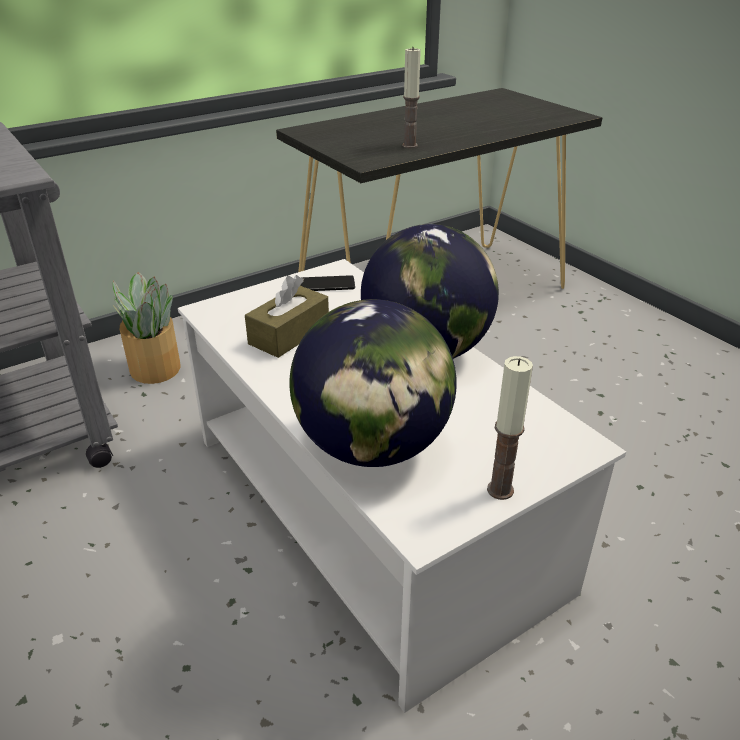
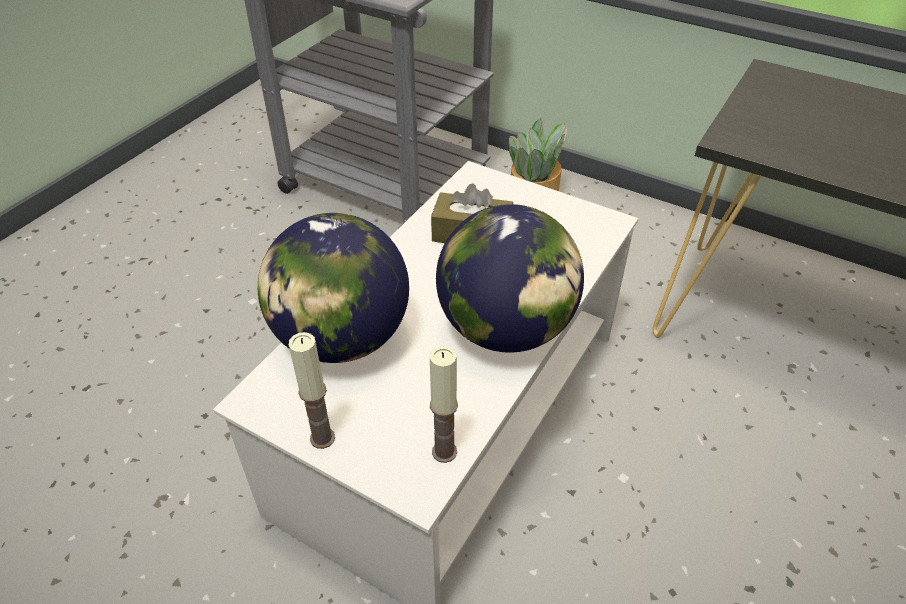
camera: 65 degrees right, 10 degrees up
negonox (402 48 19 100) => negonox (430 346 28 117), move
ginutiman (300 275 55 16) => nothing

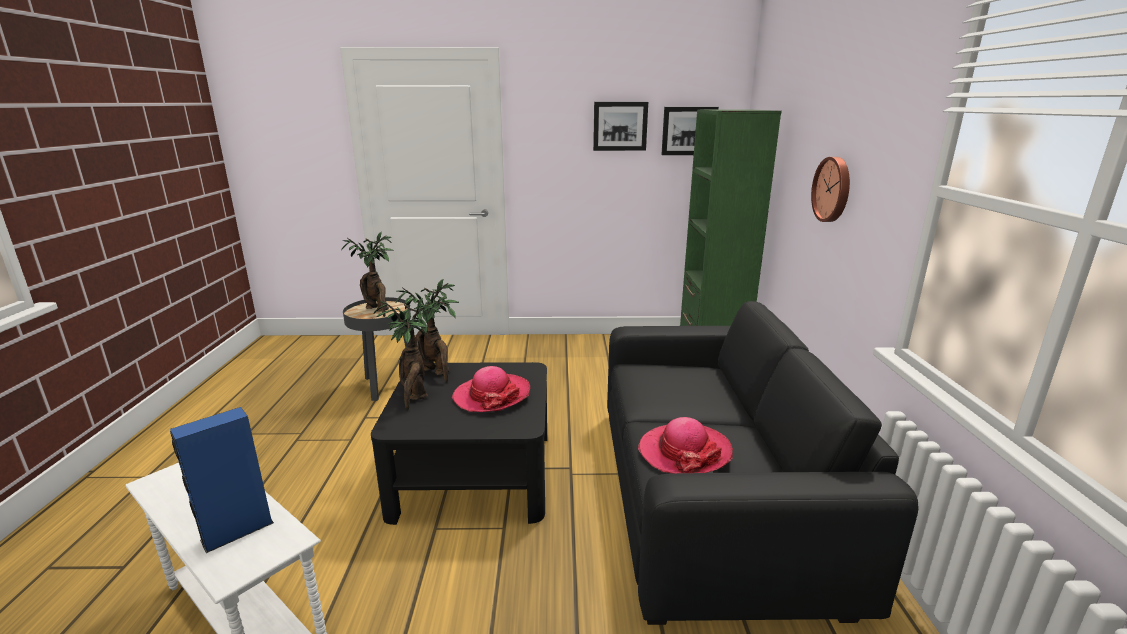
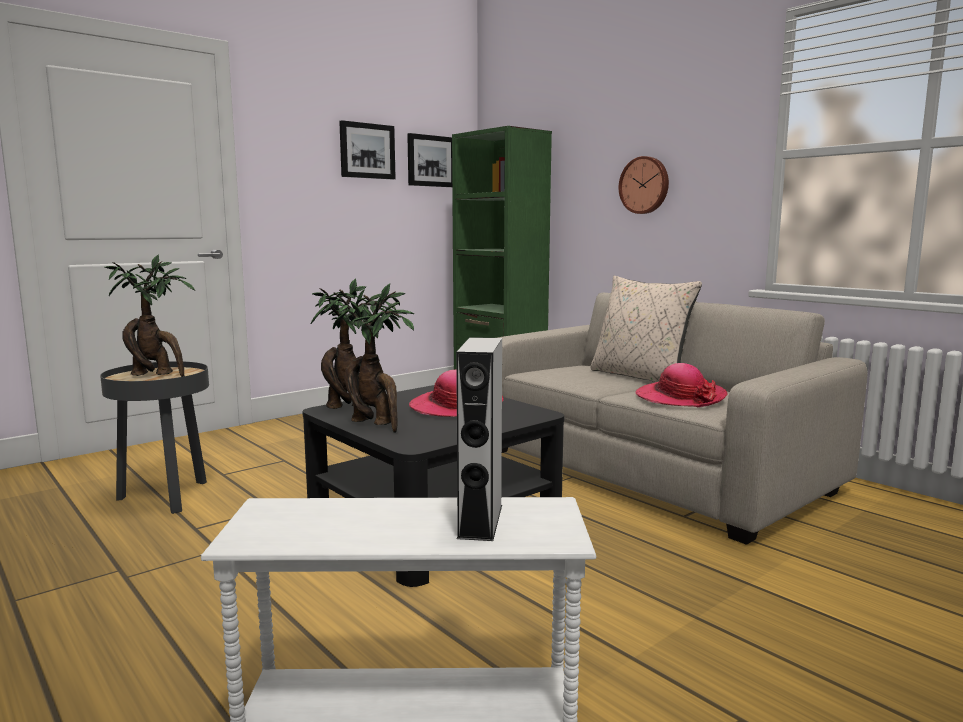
camera: 40 degrees left, 10 degrees down
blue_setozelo (170 407 104 146) => grey_setozelo (456 337 46 204)
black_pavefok (607 301 311 324) => beige_pavefok (497 293 371 252)
nothing => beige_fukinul (590 276 112 106)

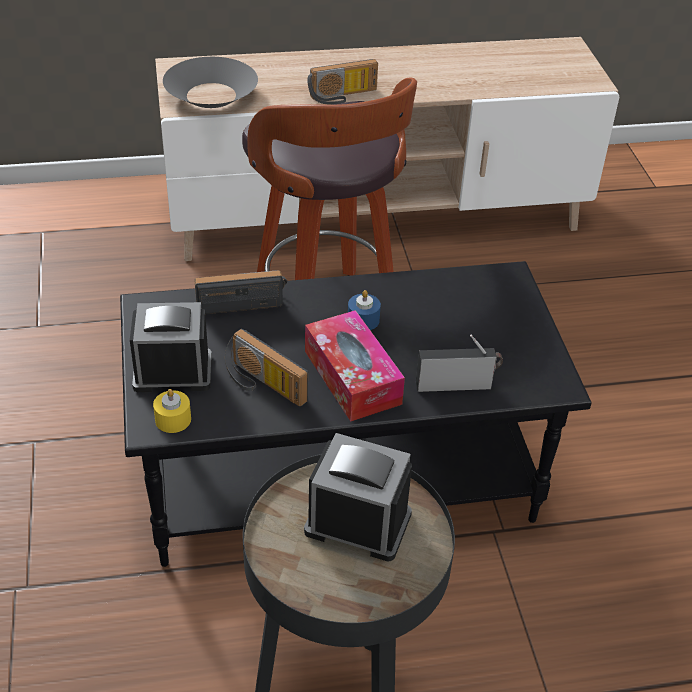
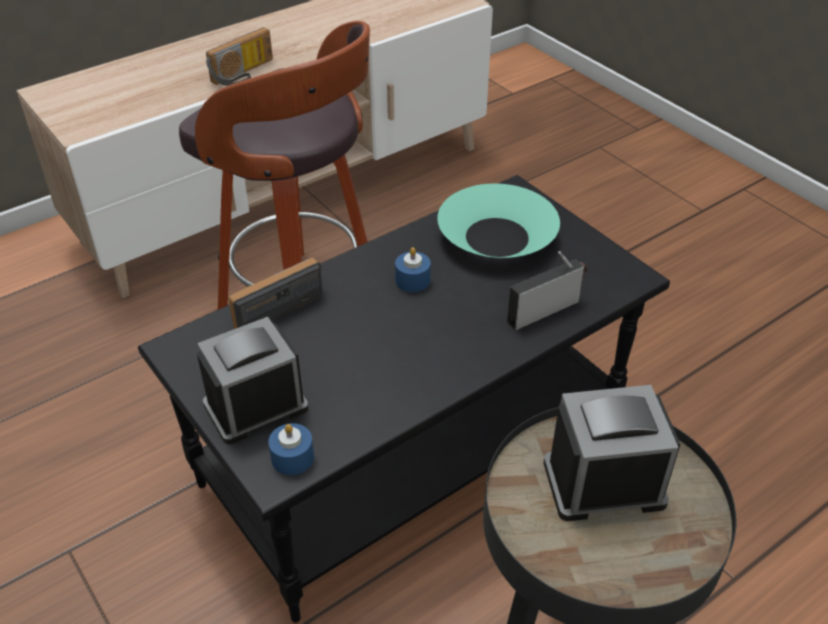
camera: 25 degrees left, 0 degrees up
yellow_negonox (153 389 38 44) => blue_negonox (268 423 46 52)
nothing => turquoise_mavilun (437 184 123 74)
grey_mavilun (163 57 95 51) => nothing
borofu (225 329 83 77) => nothing
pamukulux (305 310 100 112) => nothing

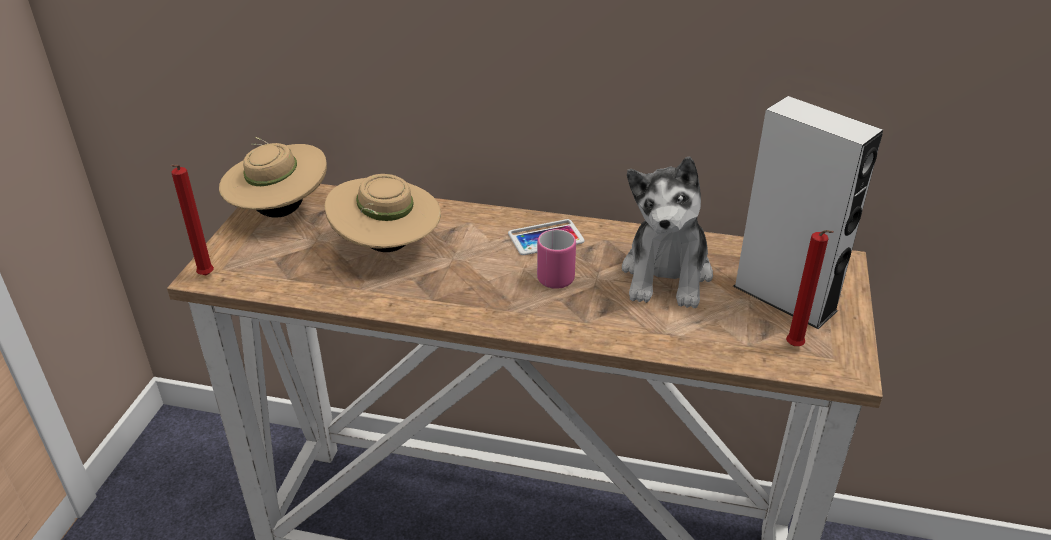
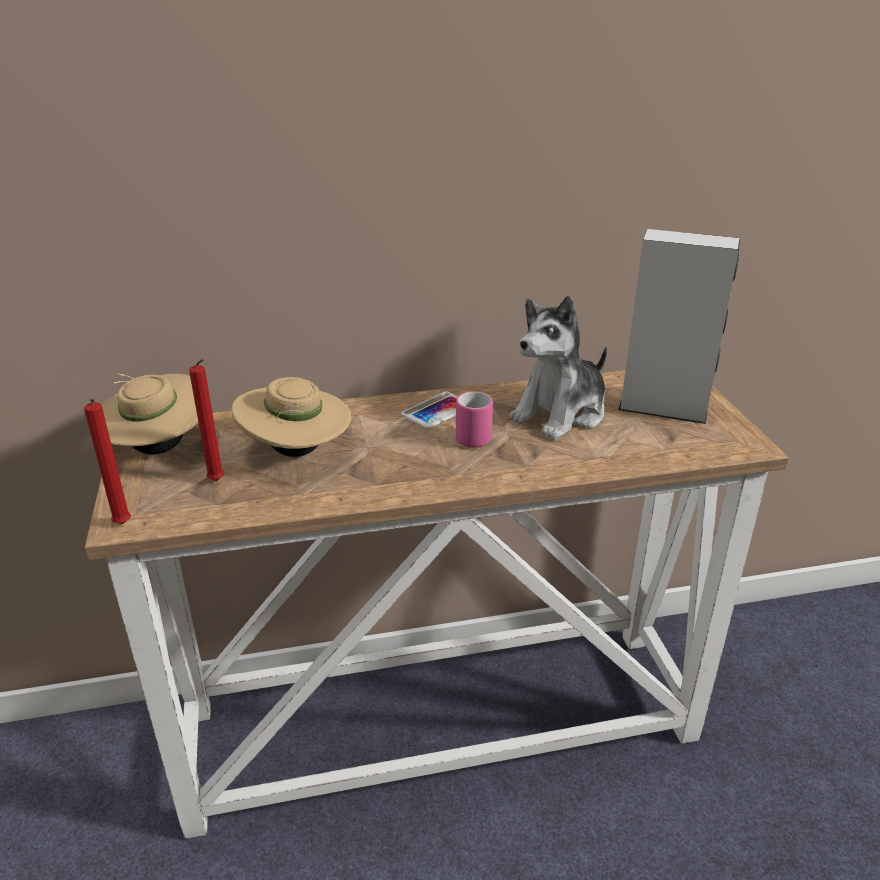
camera: 25 degrees left, 5 degrees down
red_negonox (786 230 48 116) => red_negonox (189 359 35 122), move
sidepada (622 157 91 151) => sidepada (509 296 98 144), 60 degrees clockwise

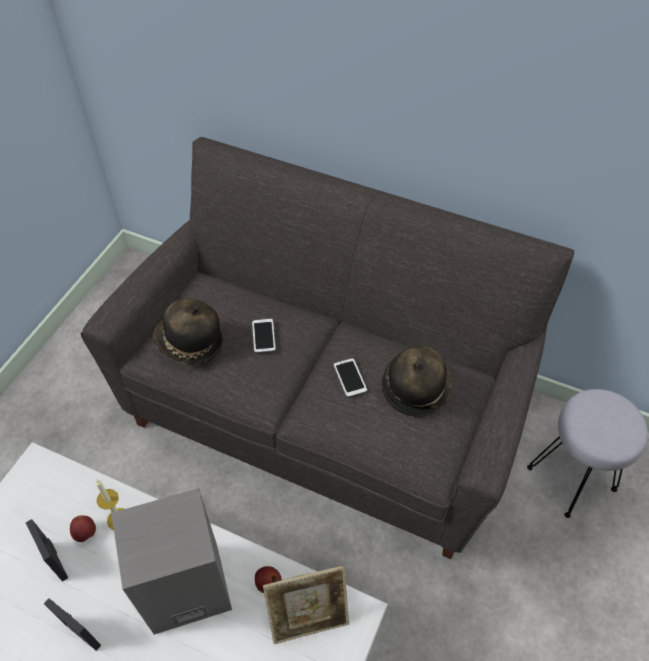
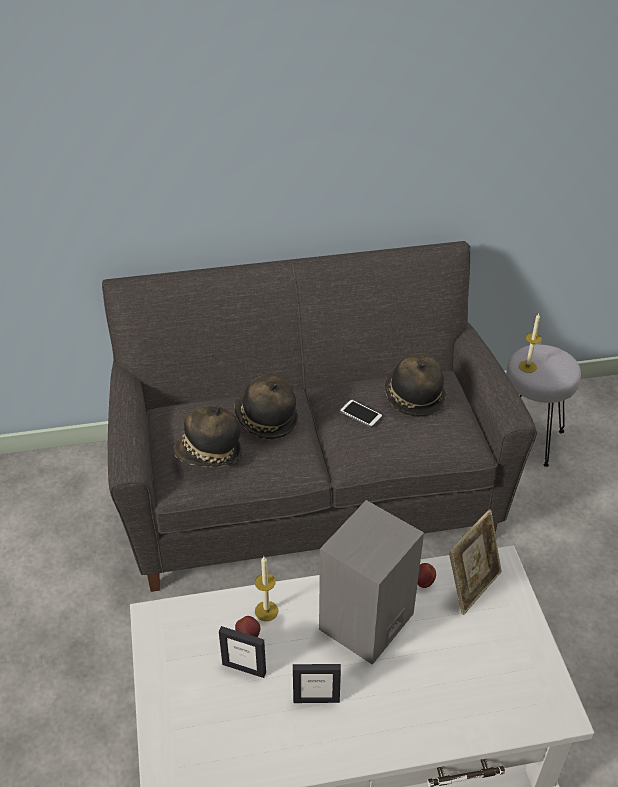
camera: 35 degrees left, 10 degrees down
ginutiman (252 318 24 36) => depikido (234 375 64 64)
nothing => negonox (519 314 23 59)

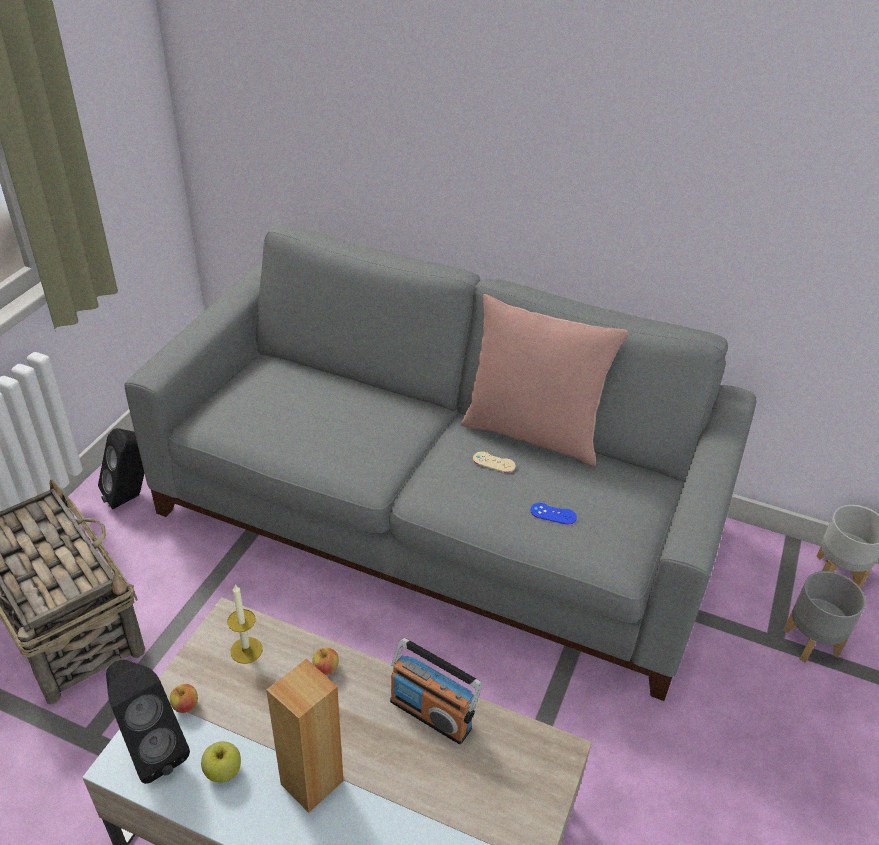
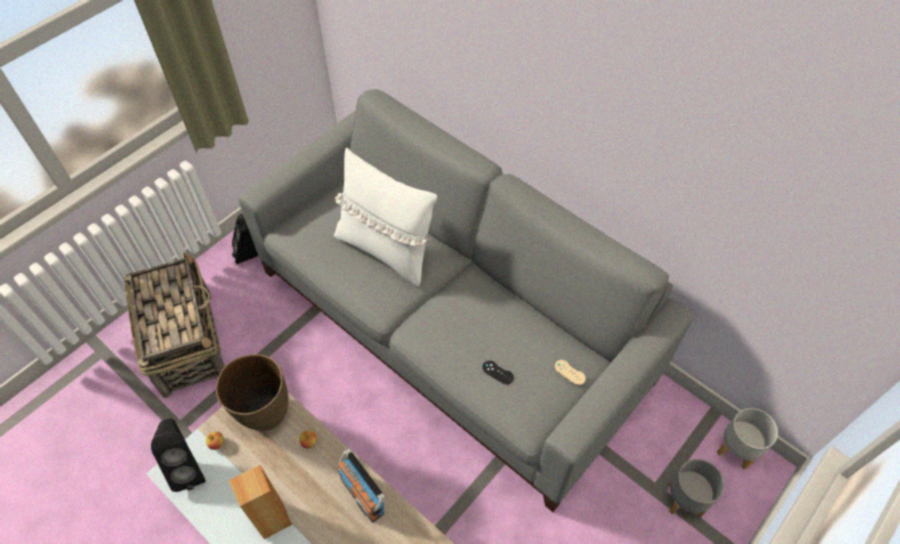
camera: 20 degrees right, 15 degrees up
negonox (227 584 36 80) => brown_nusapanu (216 354 72 77)
nothing => white_fukinul (334 147 103 139)
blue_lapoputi (530 503 47 22) => black_lapoputi (482 361 32 24)
beige_lapoputi (473 452 43 21) => beige_lapoputi (555 360 31 25), move
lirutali (201 741 40 42) => nothing
pink_fukinul (461 294 167 172) => nothing

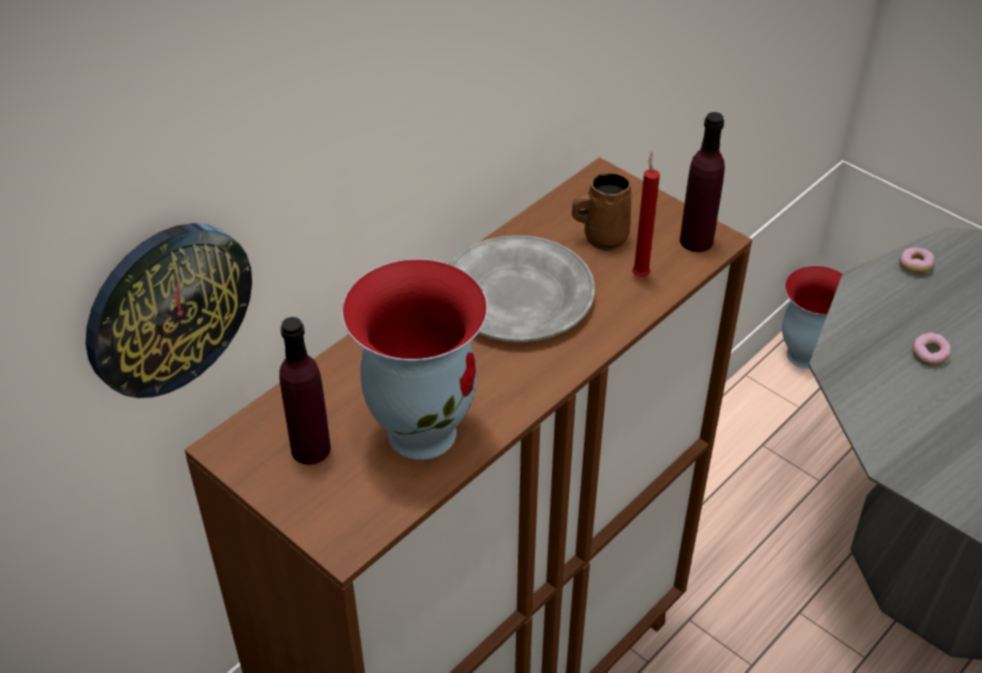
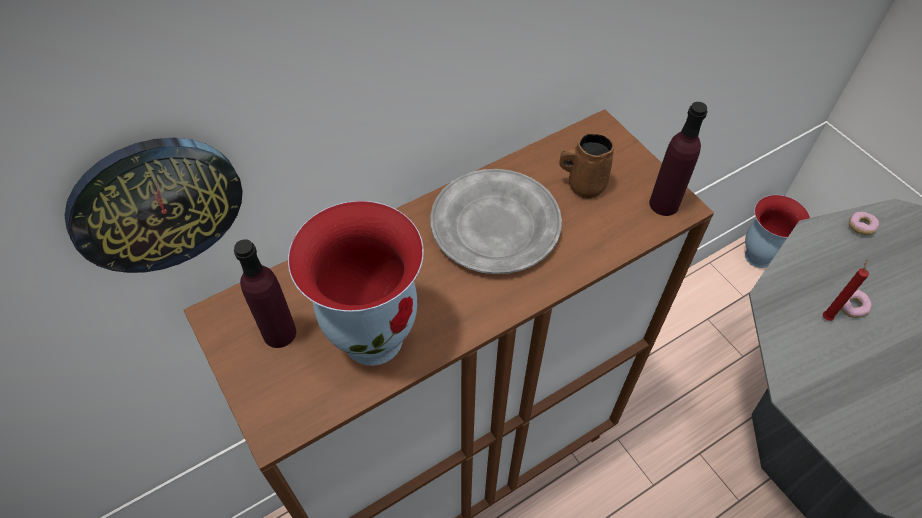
camera: 15 degrees right, 10 degrees up
red_negonox (632 151 28 126) => red_negonox (823 258 46 63), move

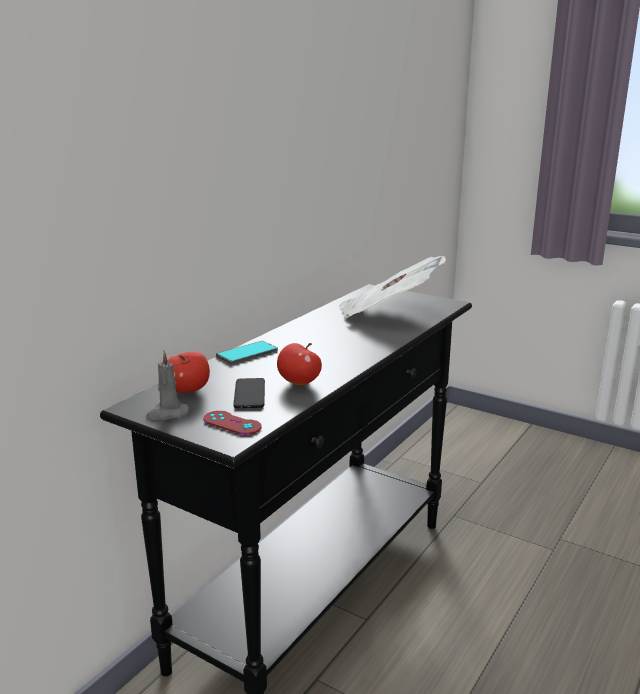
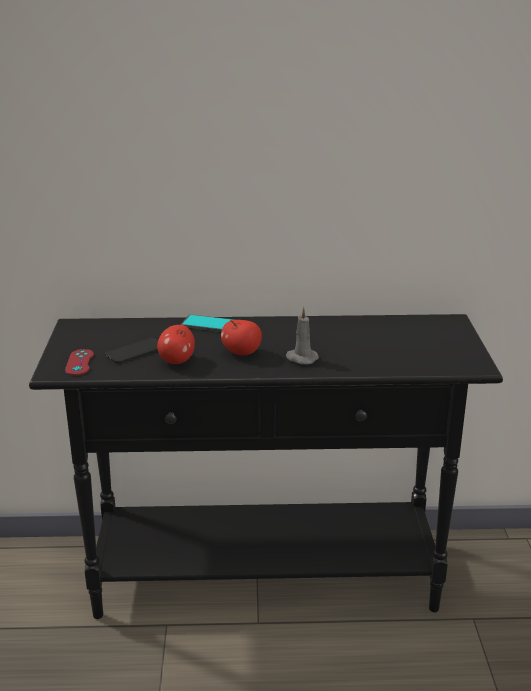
camera: 55 degrees right, 5 degrees up
lirutali (167 351 43 42) => lirutali (221 320 41 36), move
grey_negonox (146 351 43 69) => grey_negonox (286 306 33 58), move
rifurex (339 256 107 62) => nothing

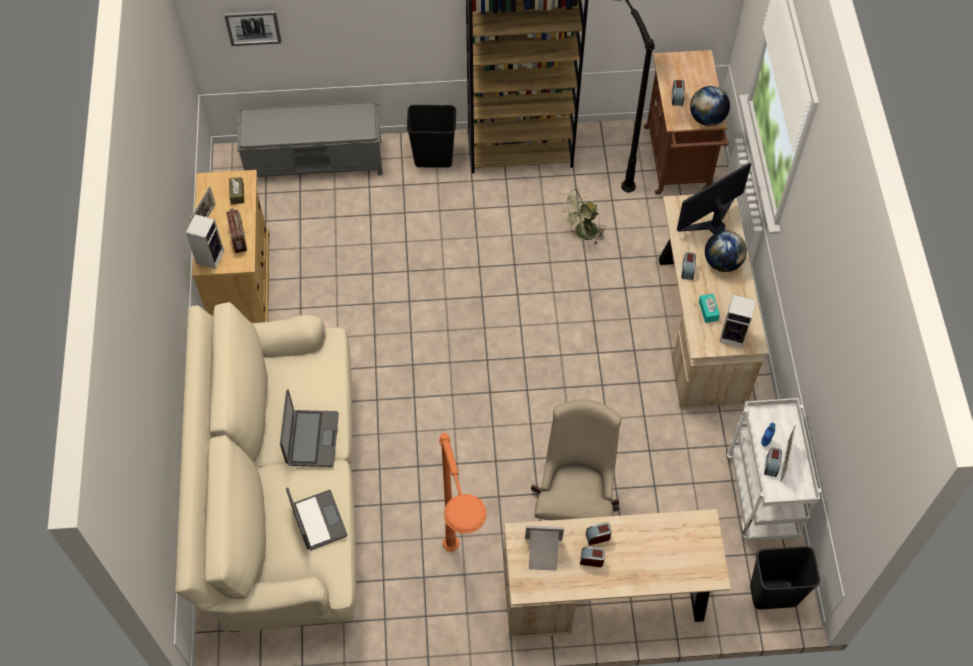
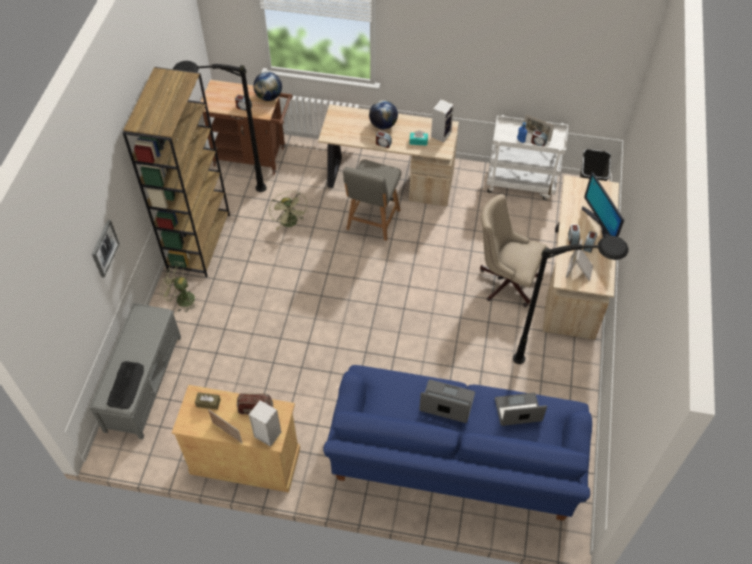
camera: 75 degrees left, 5 degrees down
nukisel (224 10 57 36) => nukisel (92 220 28 58), move
nothing => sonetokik (107 361 37 48)
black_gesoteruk (407 105 49 63) => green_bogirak (160 261 38 51)
beige_pavefok (175 302 181 330) => blue_pavefok (323 365 269 156)
nothing => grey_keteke (343 160 58 81)
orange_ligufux (439 433 48 119) => black_ligufux (513 236 115 128)
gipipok (677 162 74 72) => gipipok (582 172 42 66), move

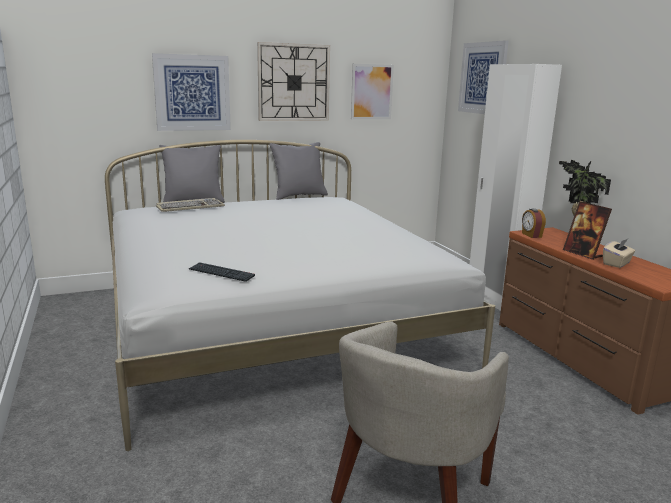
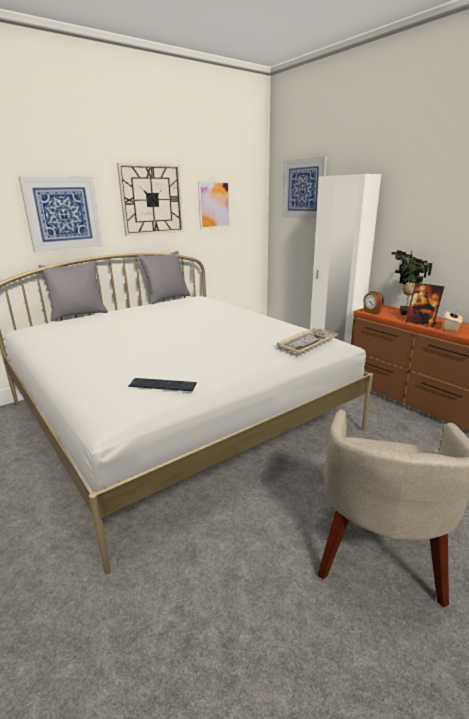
camera: 15 degrees left, 5 degrees up
sonetokik (156 198 69 14) => sonetokik (277 327 61 27), move

